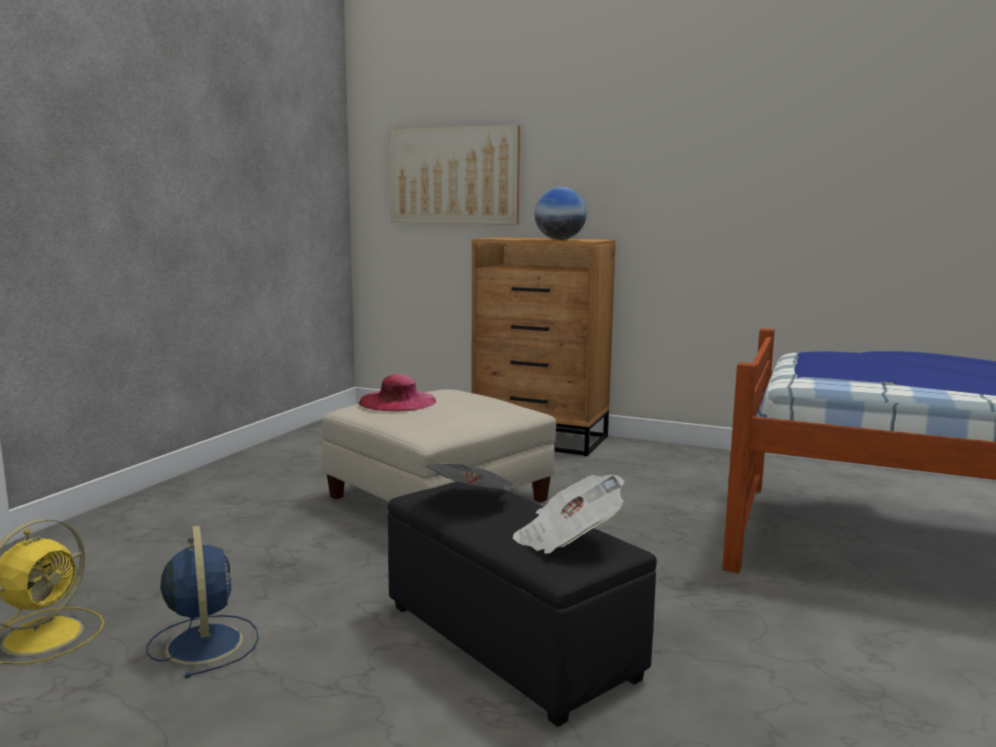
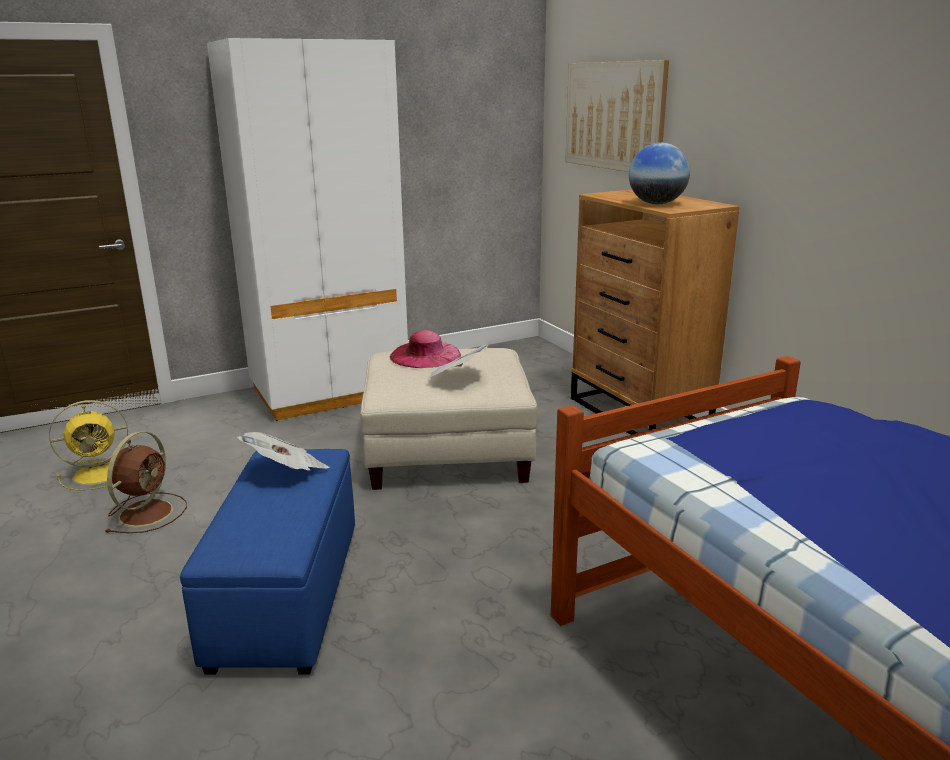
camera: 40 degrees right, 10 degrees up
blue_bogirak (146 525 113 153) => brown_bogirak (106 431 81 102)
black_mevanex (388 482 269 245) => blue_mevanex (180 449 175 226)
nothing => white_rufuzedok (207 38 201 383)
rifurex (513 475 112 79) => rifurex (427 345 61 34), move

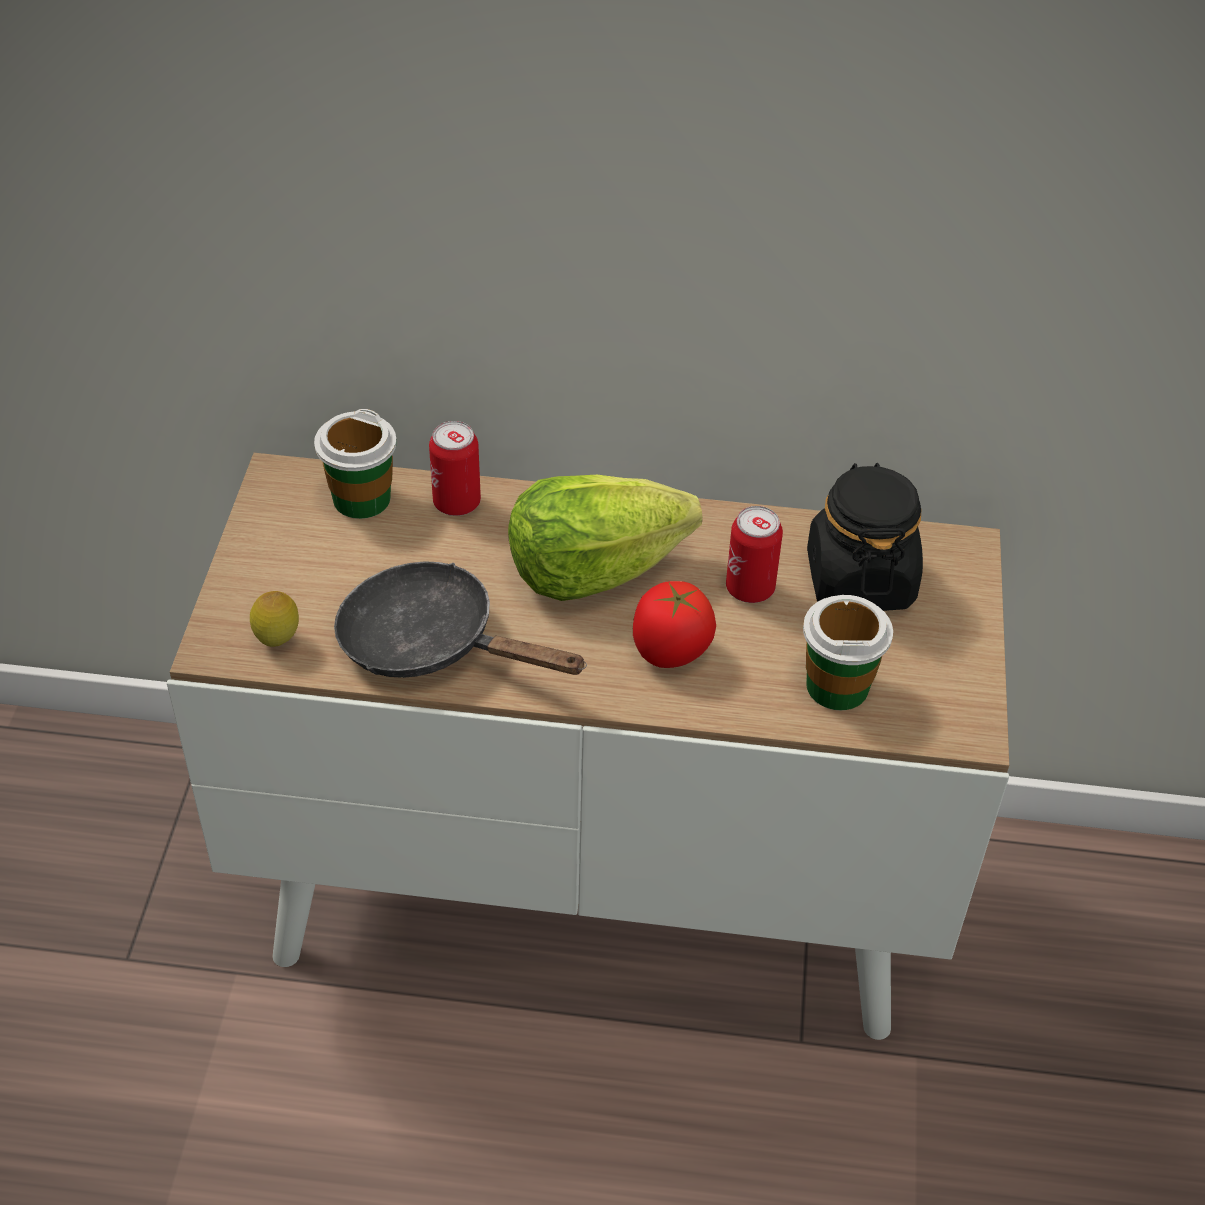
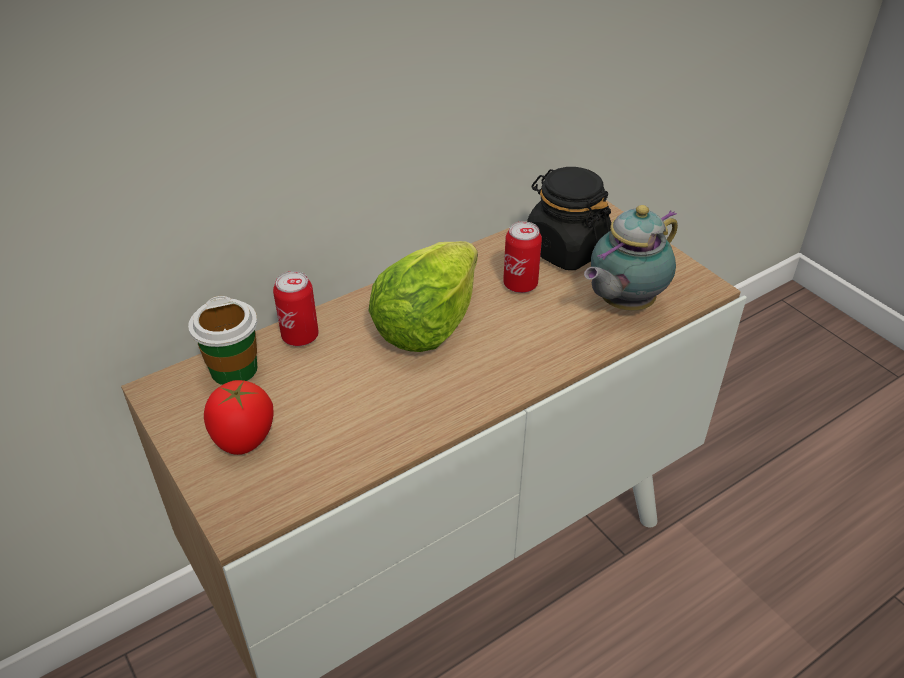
camera: 40 degrees left, 5 degrees down
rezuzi (633 581 83 87) => rezuzi (204 380 70 75), move
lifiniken (803 595 90 115) => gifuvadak (584 205 94 106)
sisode (250 591 49 56) => nothing
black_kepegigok (334 561 253 117) => nothing

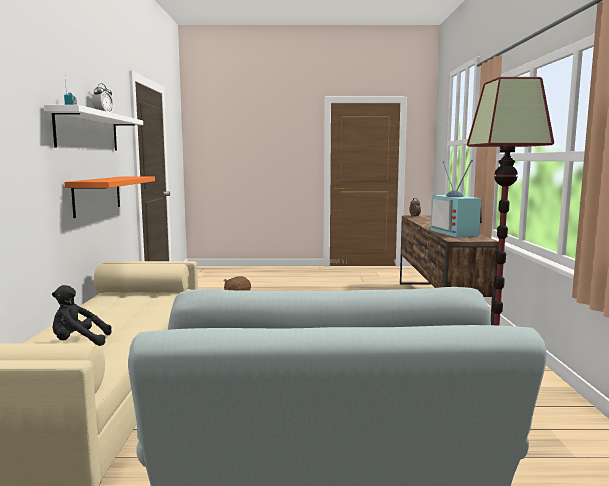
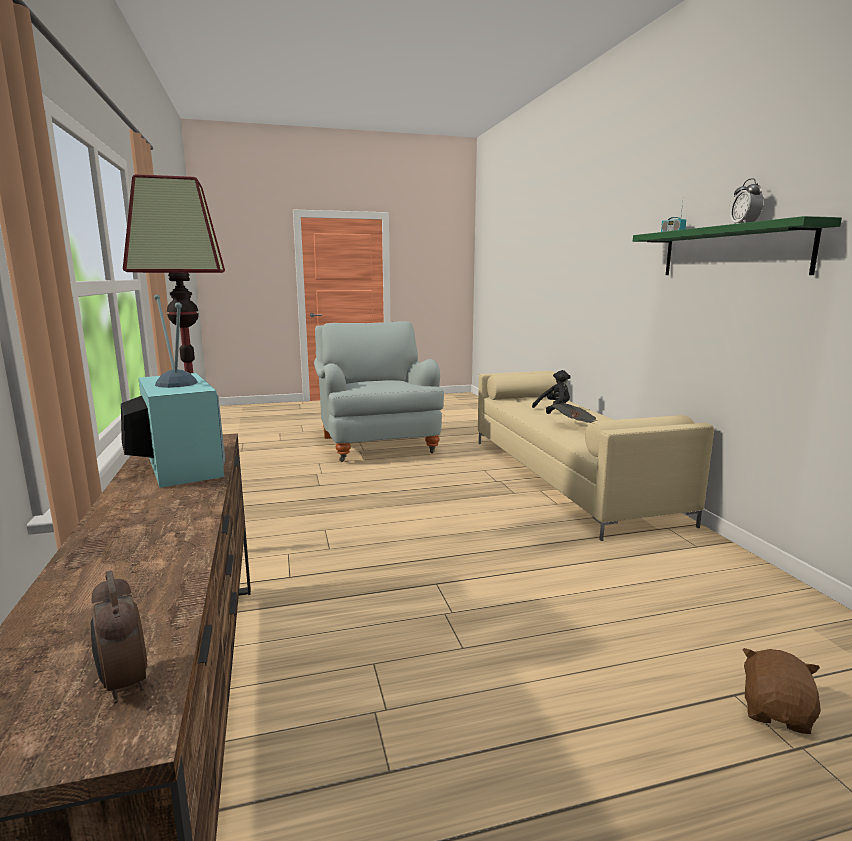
camera: 165 degrees right, 5 degrees up
nothing => rifurex (551 403 46 20)
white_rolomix (44 105 99 45) => green_rolomix (633 216 209 59)
orange_rolomix (64 177 91 41) => nothing

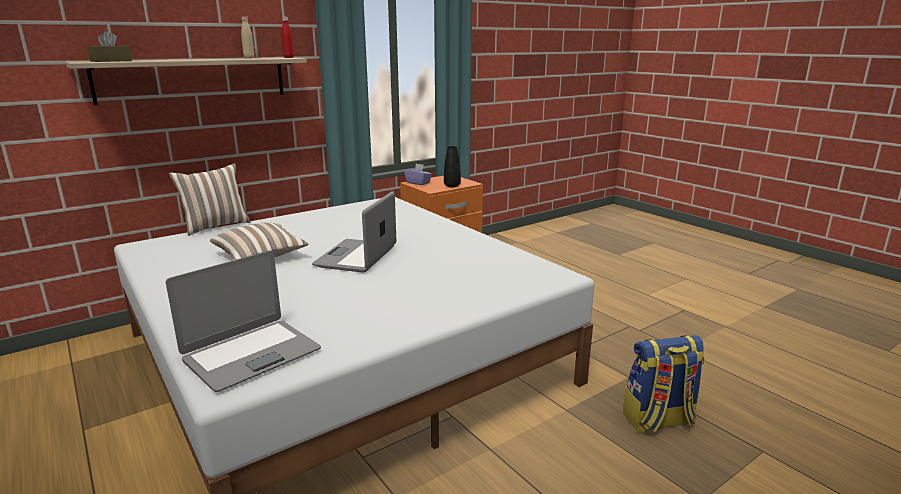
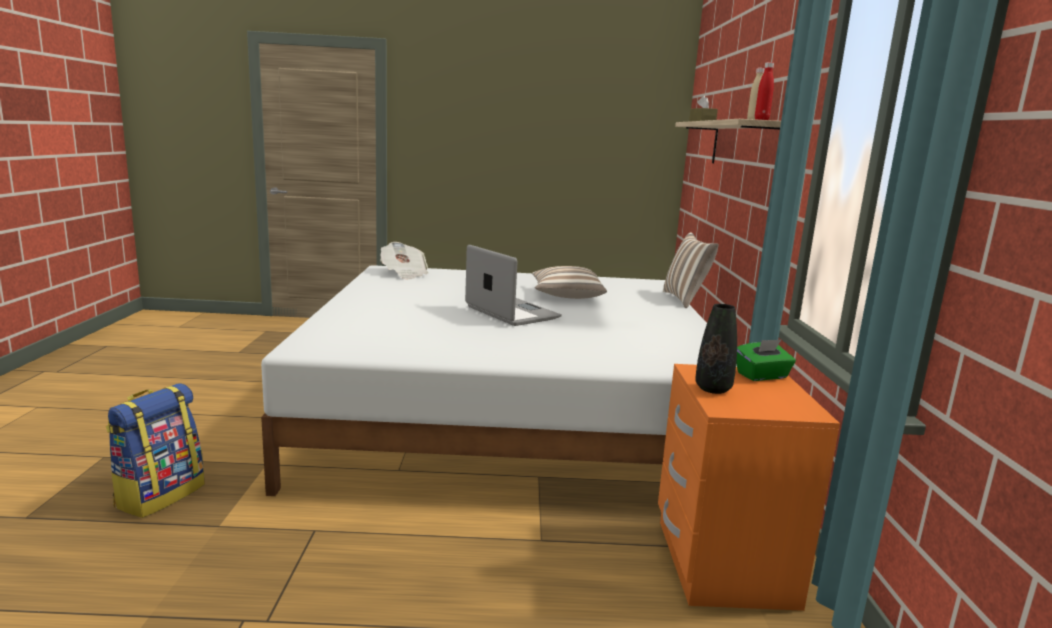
camera: 125 degrees right, 5 degrees down
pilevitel (166 251 155 141) => rifurex (380 242 48 38)
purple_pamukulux (404 164 28 21) => green_pamukulux (736 339 60 42)

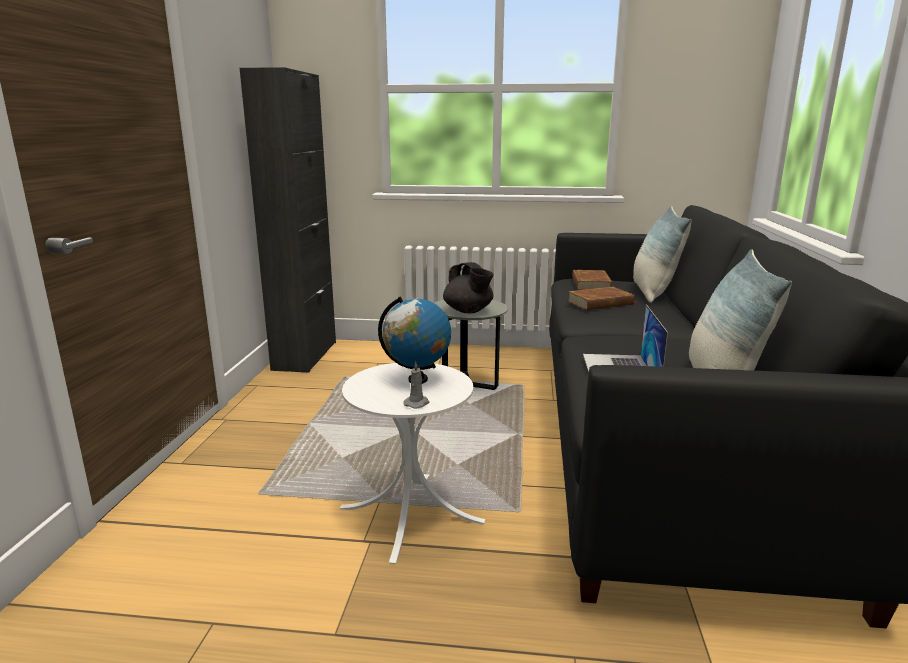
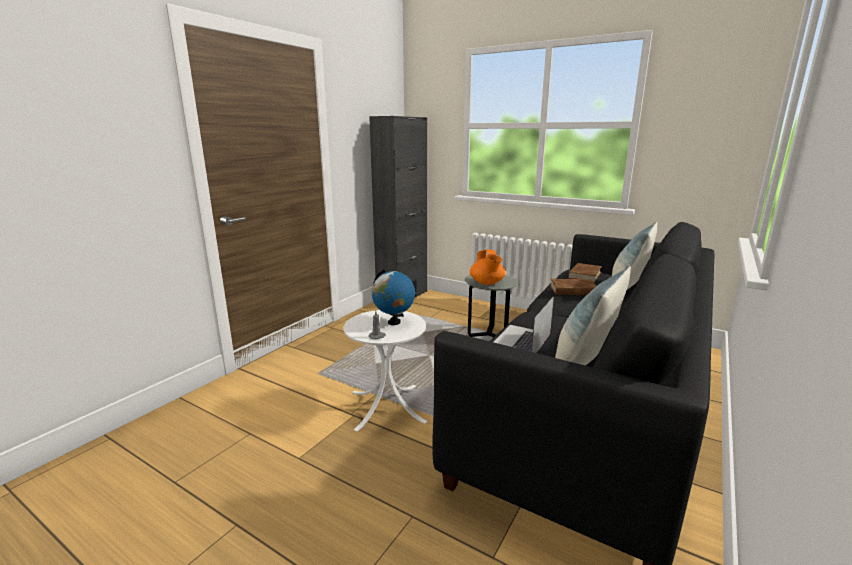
camera: 25 degrees right, 0 degrees up
black_gifuvadak (443 262 51 51) => orange_gifuvadak (470 250 35 35)

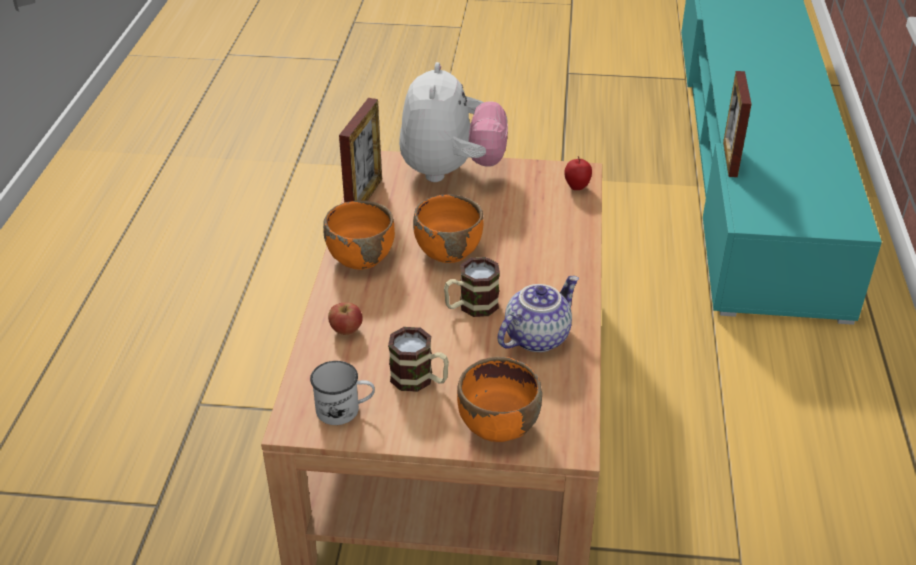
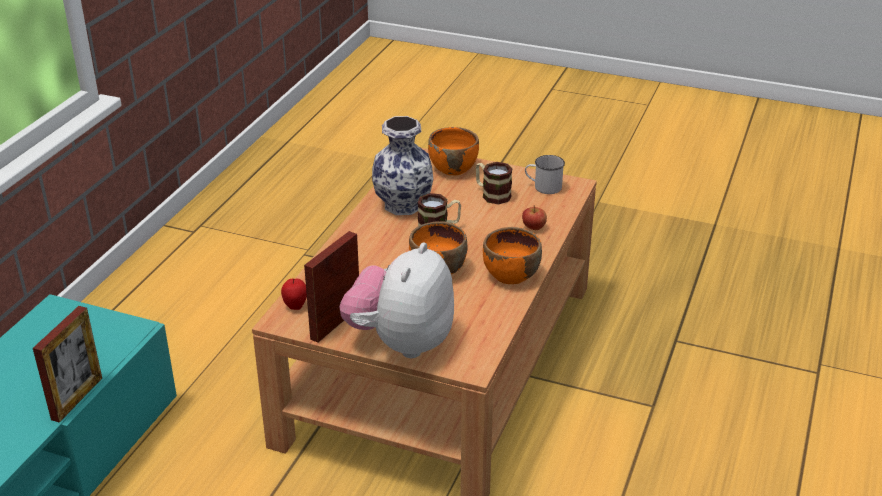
camera: 165 degrees left, 5 degrees down
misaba (339 98 43 105) => misaba (304 231 55 112), move
gifuvadak (498 276 81 76) => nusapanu (372 116 61 99)

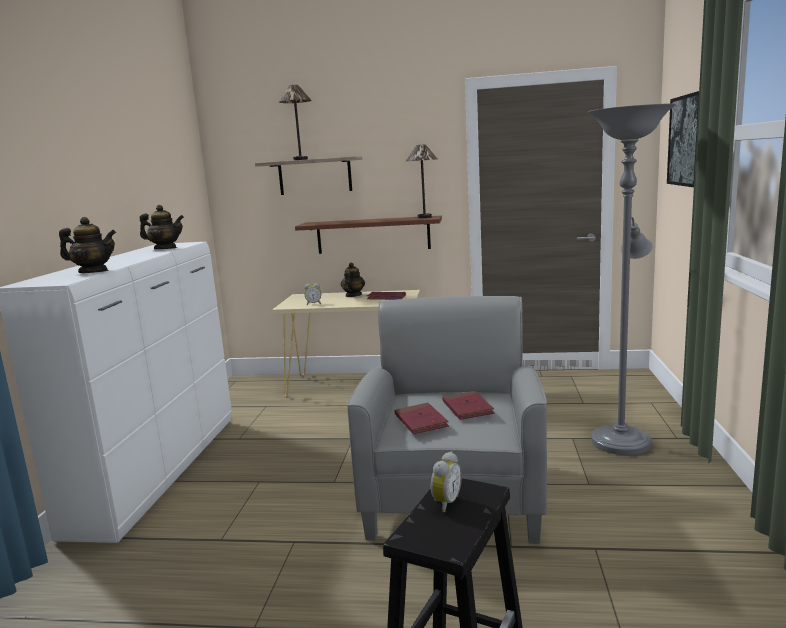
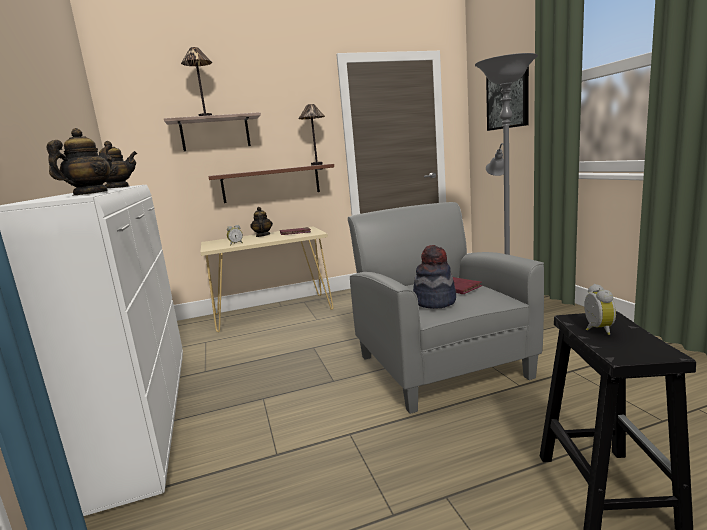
camera: 25 degrees left, 0 degrees up
gifuvadak (59 217 57 56) => gifuvadak (47 128 65 67), 45 degrees counterclockwise
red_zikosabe (395 403 54 31) => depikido (413 245 43 64)

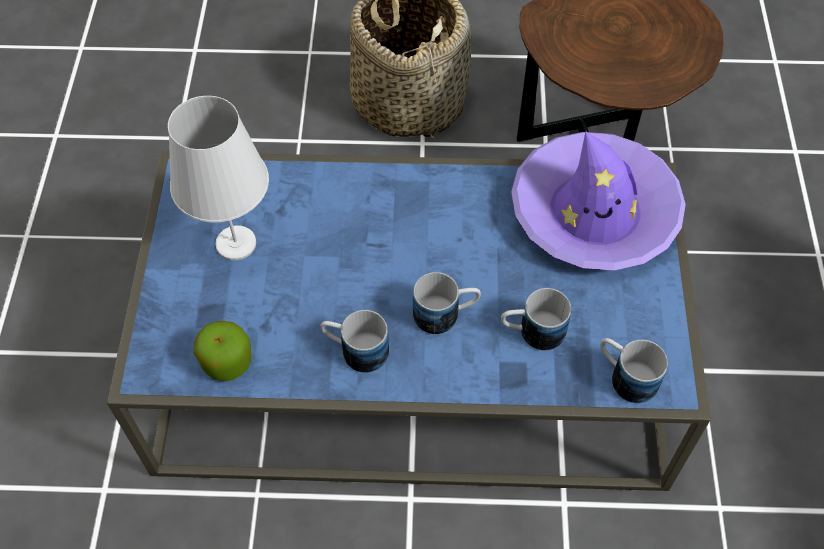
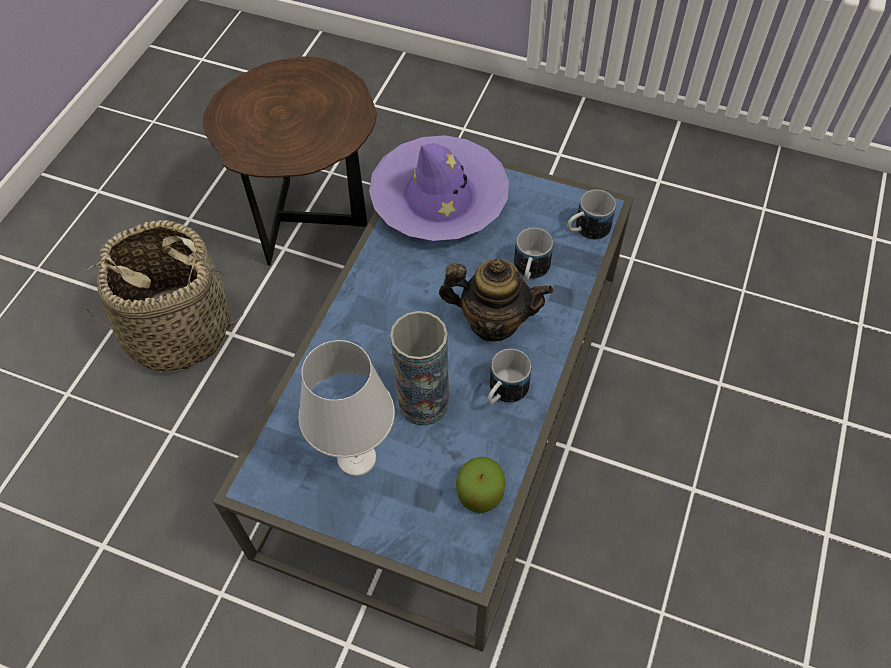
camera: 70 degrees left, 0 degrees up
nothing => nusapanu (390 311 59 115)
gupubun (413 272 68 62) => gifuvadak (439 259 114 82)

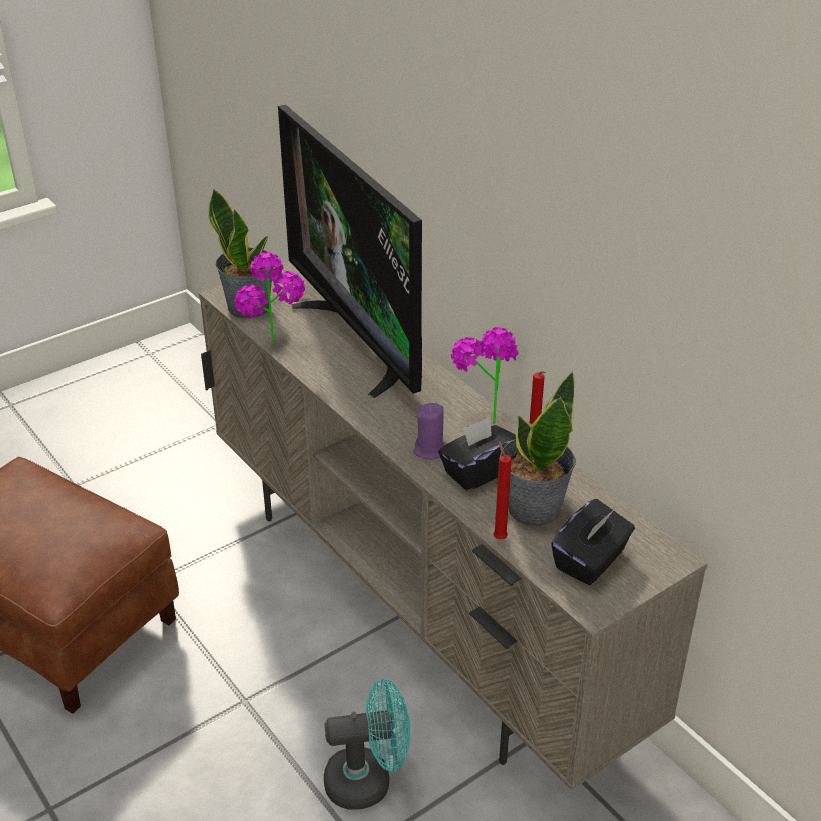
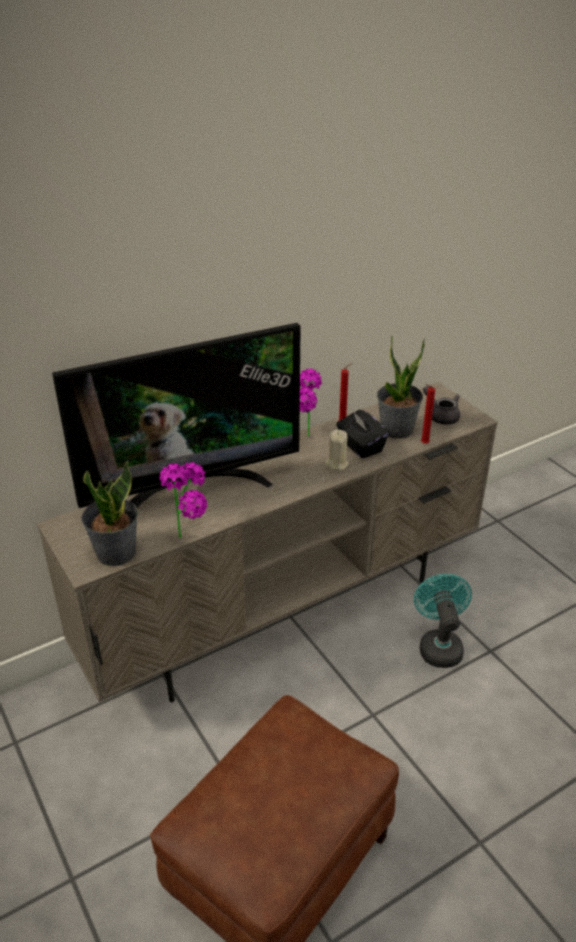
camera: 85 degrees left, 0 degrees up
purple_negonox (413 403 34 57) => beige_negonox (326 430 22 41)
black_pamukulux (551 499 84 86) => grey_gifuvadak (423 386 37 39)

